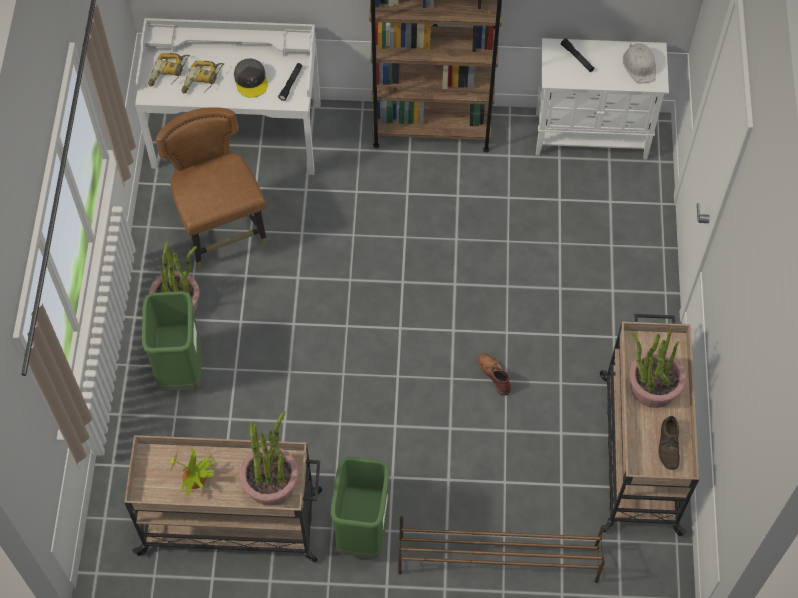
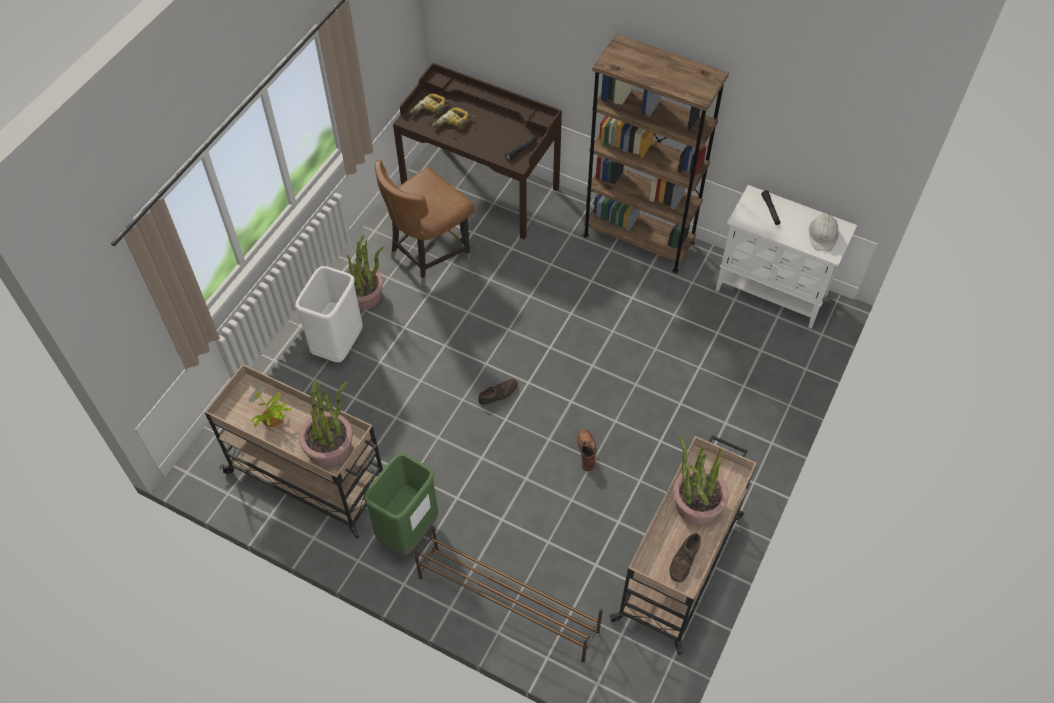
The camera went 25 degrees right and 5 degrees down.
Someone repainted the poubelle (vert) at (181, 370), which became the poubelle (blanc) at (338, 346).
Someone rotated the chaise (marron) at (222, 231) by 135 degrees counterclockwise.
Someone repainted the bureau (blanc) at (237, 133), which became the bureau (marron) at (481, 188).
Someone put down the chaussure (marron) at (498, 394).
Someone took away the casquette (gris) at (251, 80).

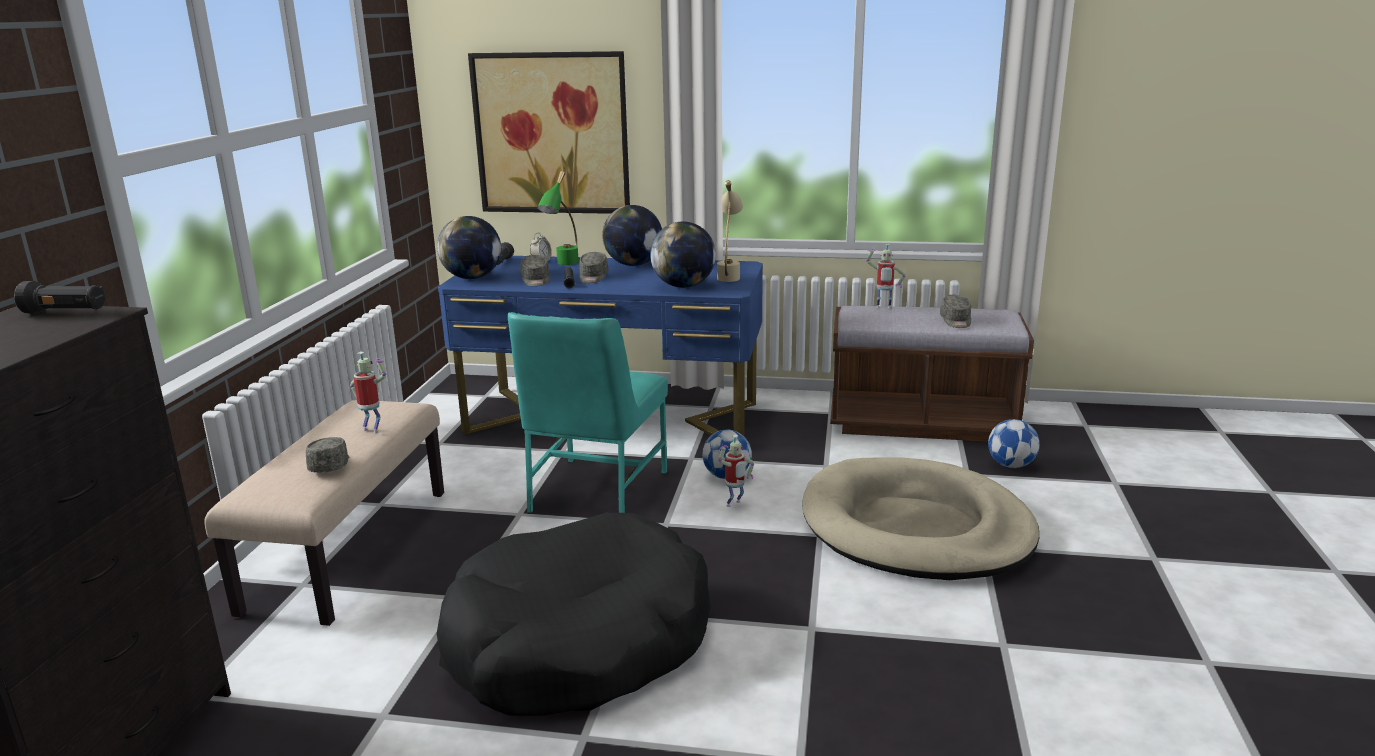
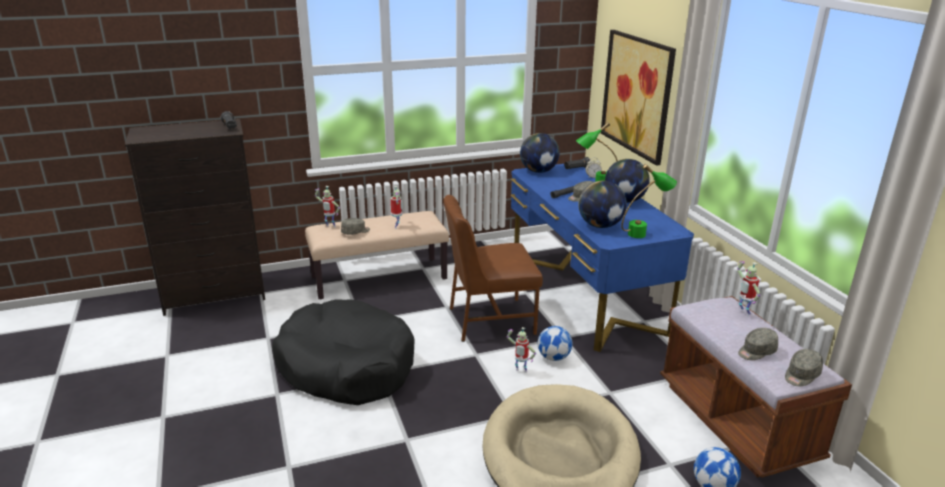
The camera went 60 degrees right and 5 degrees up.
Someone put down the robot jouet at (330, 227).
Someone repainted the chaise (turquoise) at (595, 492), which became the chaise (marron) at (489, 320).
Someone repainted the lampe de table (beige) at (729, 275), which became the lampe de table (vert) at (644, 233).
Someone carried the casquette (gris) from (535, 280) to (801, 375).

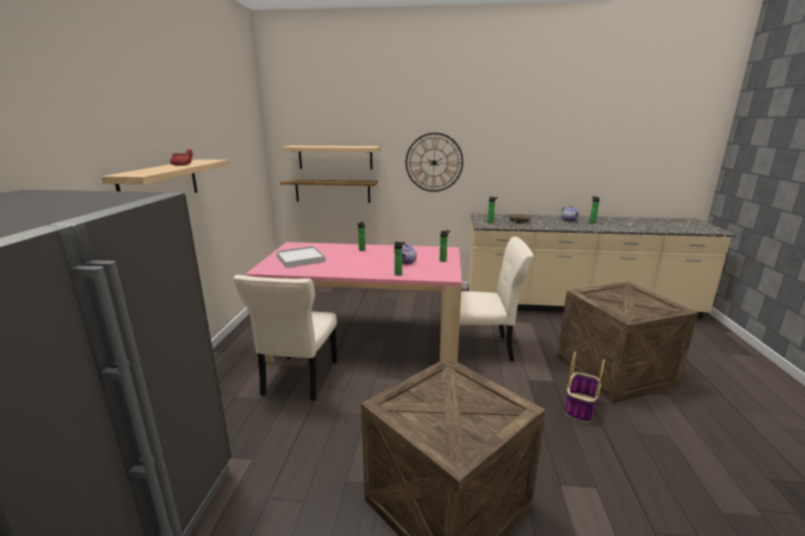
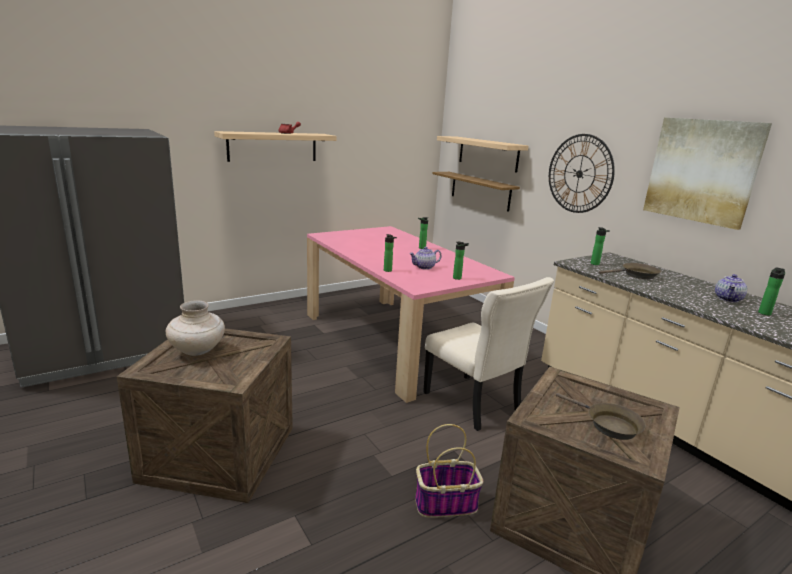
The camera went 50 degrees right and 0 degrees up.
Someone put down the vase (beige) at (197, 351).
Someone put down the poêle (marron) at (608, 425).
Someone put up the tableau at (702, 171).
Someone took away the chaise (beige) at (298, 379).
Someone took away the plateau (blanc) at (300, 259).

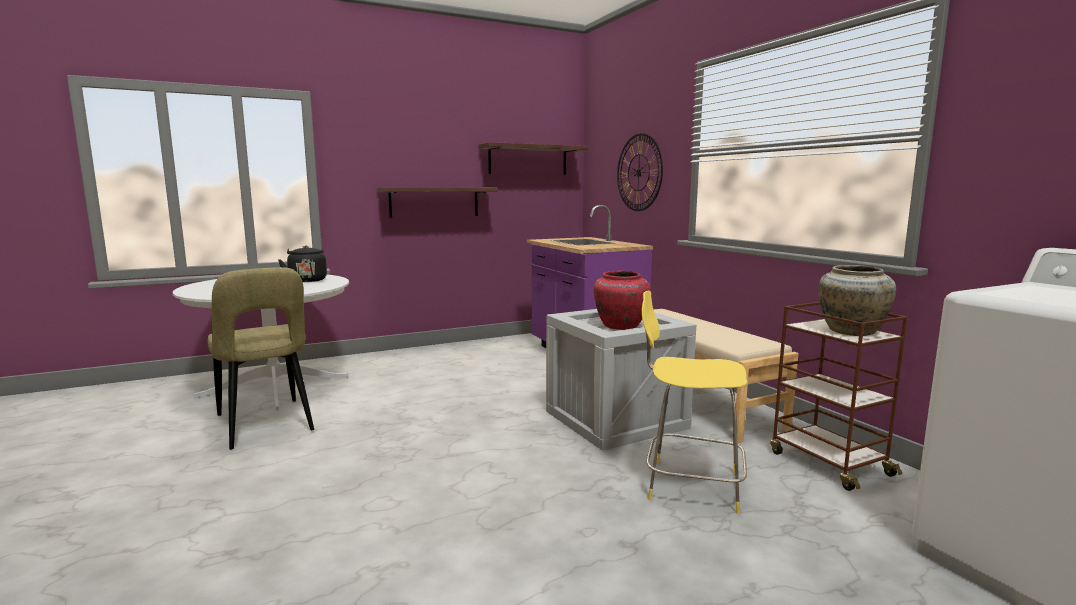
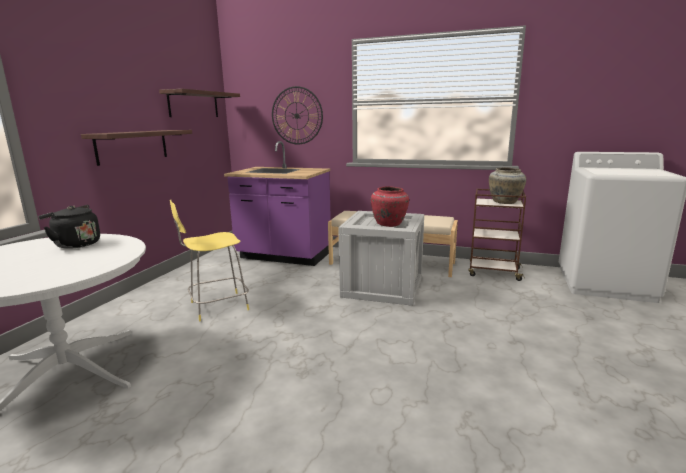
The camera went 45 degrees left and 5 degrees up.
Someone carried the tabouret (jaune) from (689, 484) to (217, 306).
Someone took away the chaise (beige) at (266, 425).

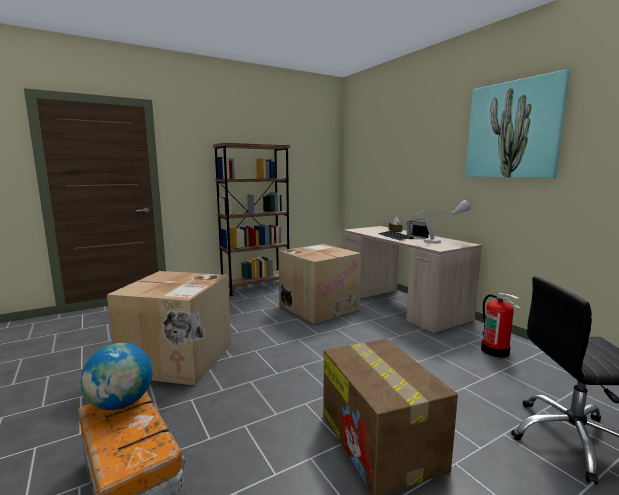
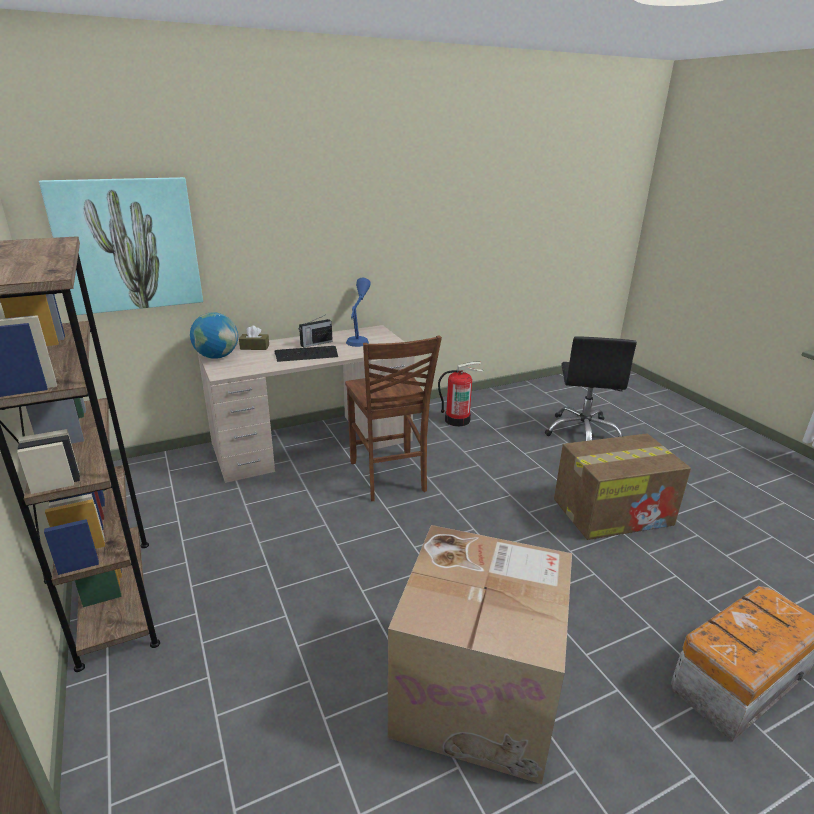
The camera went 85 degrees left and 15 degrees up.
Someone carried the tableau from (513, 130) to (128, 245).
Someone carried the globe from (121, 403) to (217, 356).
Someone put down the chaise (marron) at (389, 477).
Someone repainted the lampe de table (gris) at (441, 242), which became the lampe de table (bleu) at (359, 338).
Someone took away the carton at (319, 307).

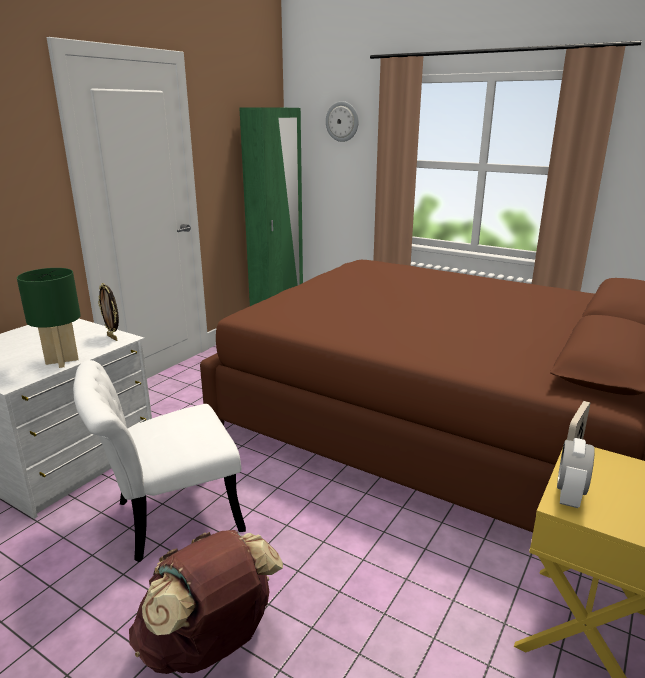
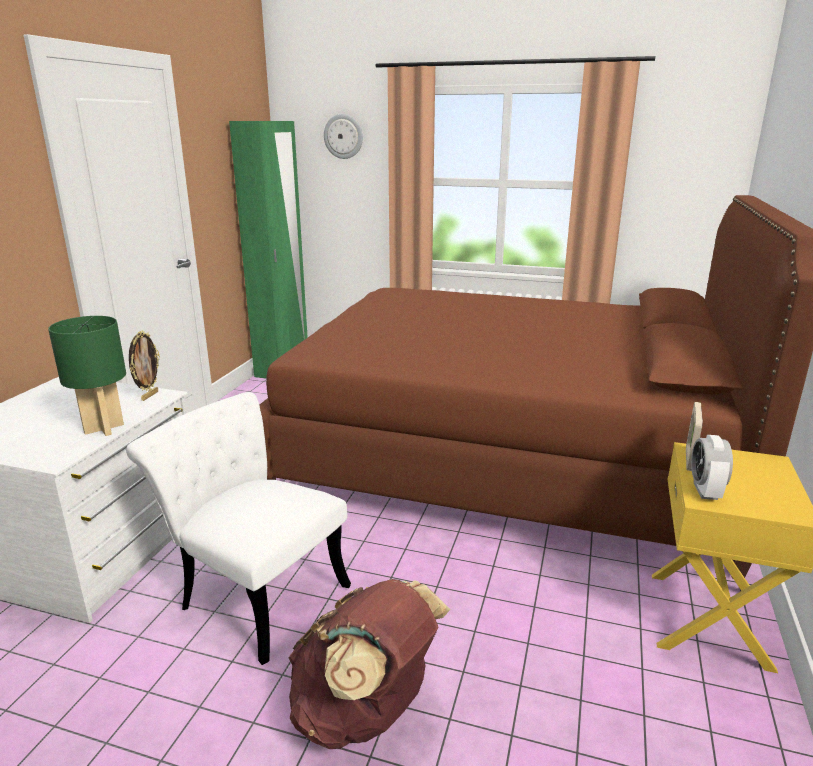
The camera went 15 degrees left and 0 degrees up.
Someone rotated the chaise (blanc) at (167, 518) by 75 degrees clockwise.
Someone rotated the cadre photo at (113, 337) by 105 degrees counterclockwise.

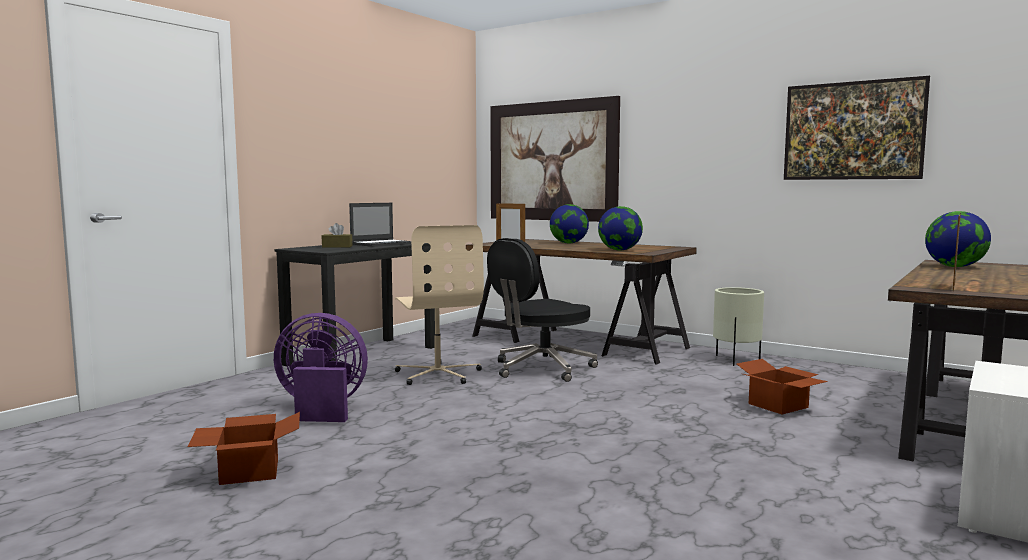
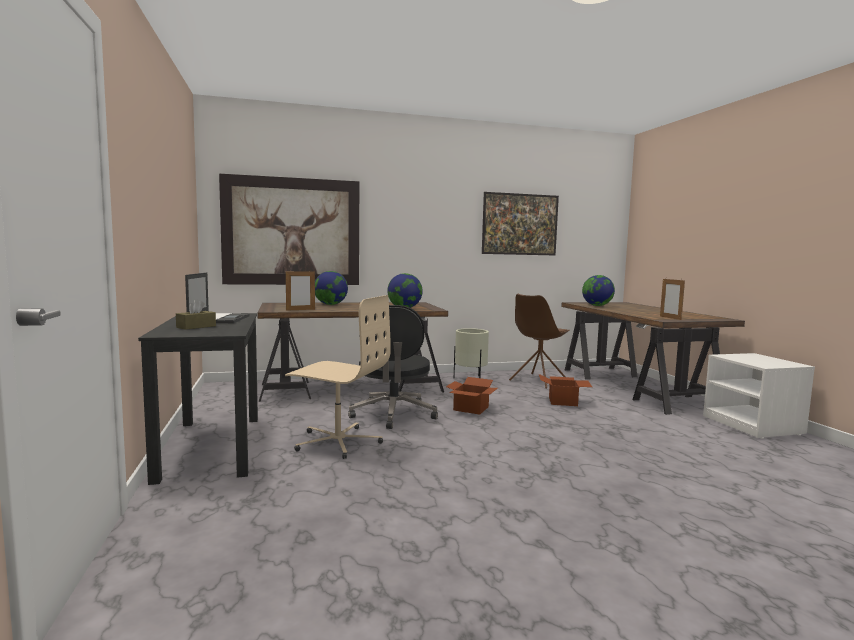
The camera went 50 degrees left and 0 degrees up.
Someone carried the carton from (247, 471) to (470, 409).
Someone put down the chaise (marron) at (538, 381).
Someone took away the ventilateur (violet) at (321, 408).

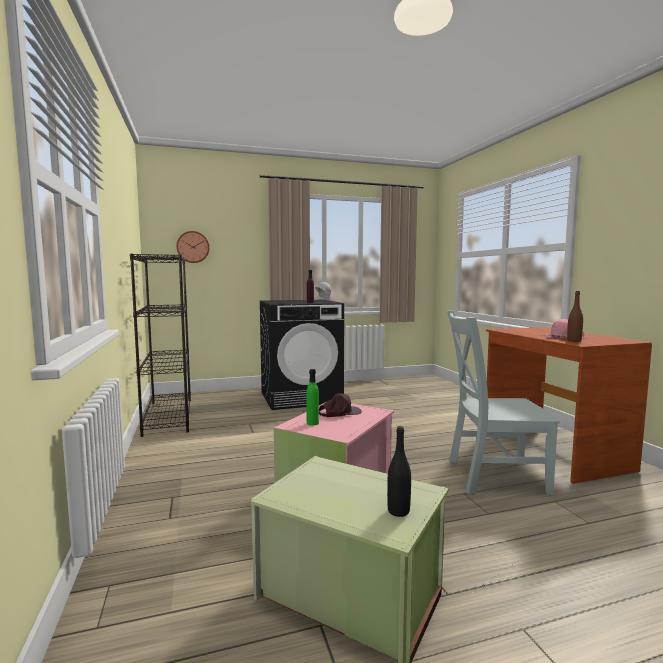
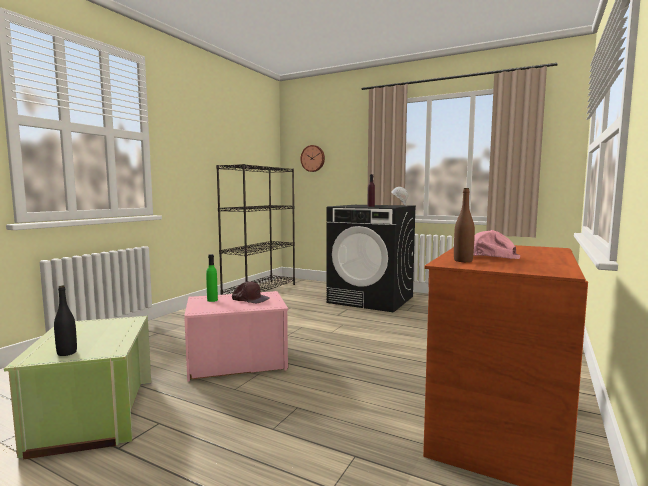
The camera went 45 degrees right and 0 degrees up.
Someone took away the chaise (gris) at (491, 476).

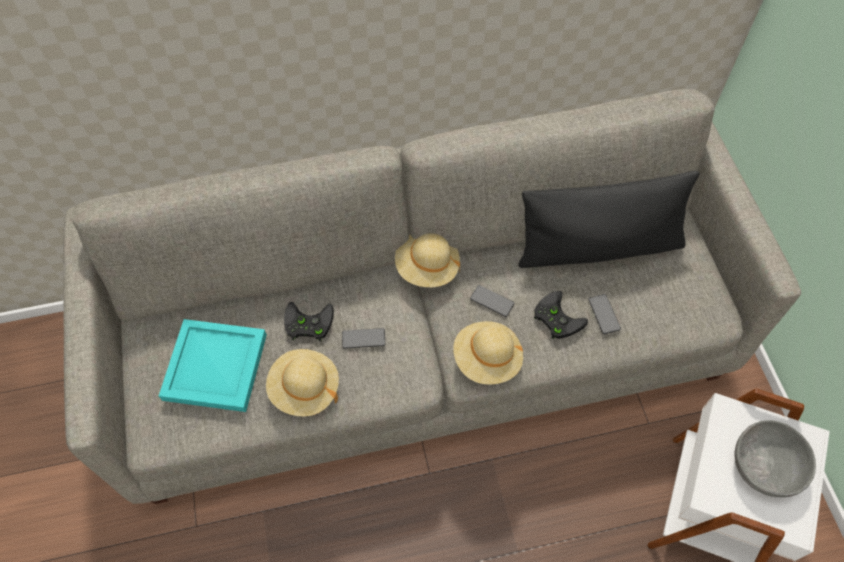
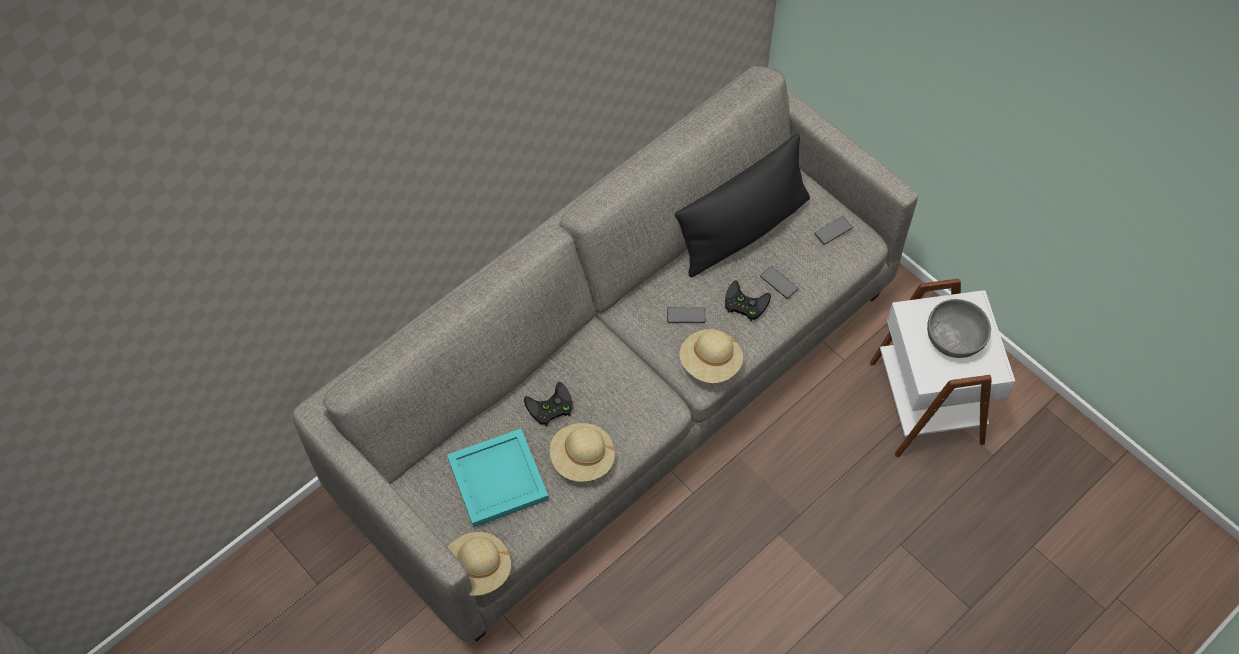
The camera went 30 degrees left and 0 degrees up.
Someone carried the chapeau (beige) from (427, 268) to (478, 569).
Someone carried the téléphone from (363, 338) to (833, 231).

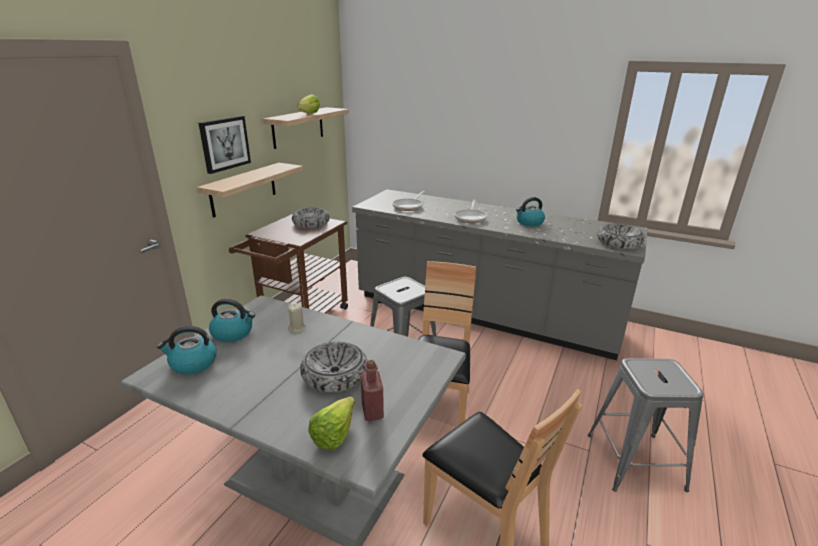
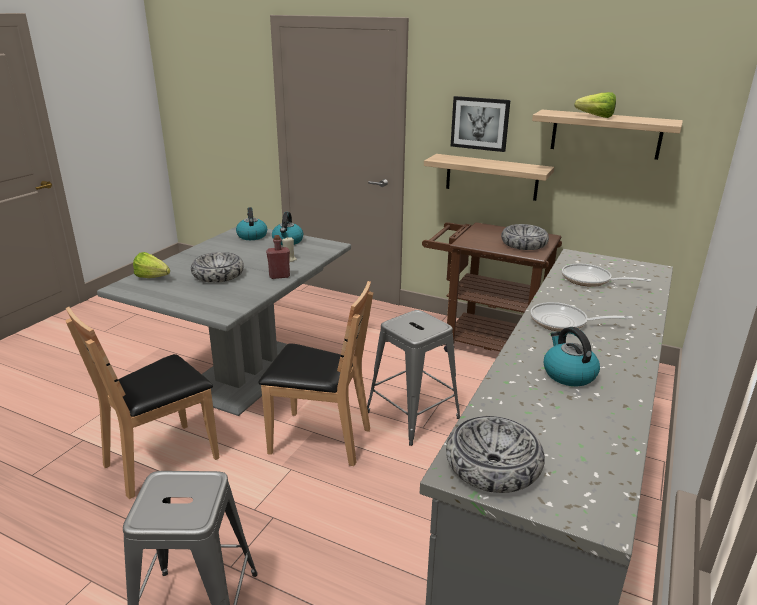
The camera went 90 degrees right and 0 degrees up.
Someone carried the bouteille (rouge) from (372, 411) to (279, 276).

